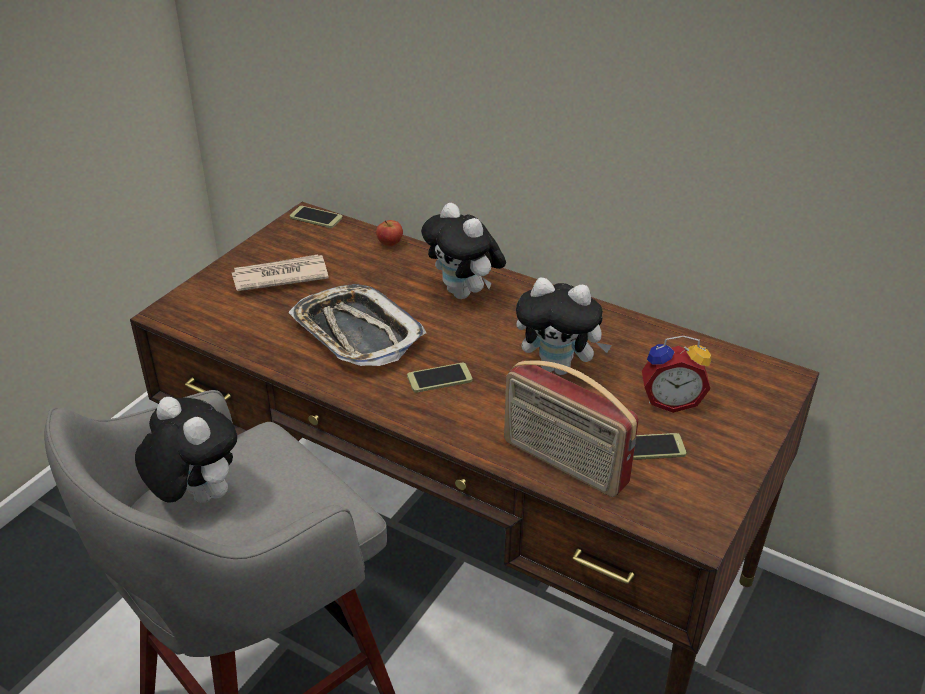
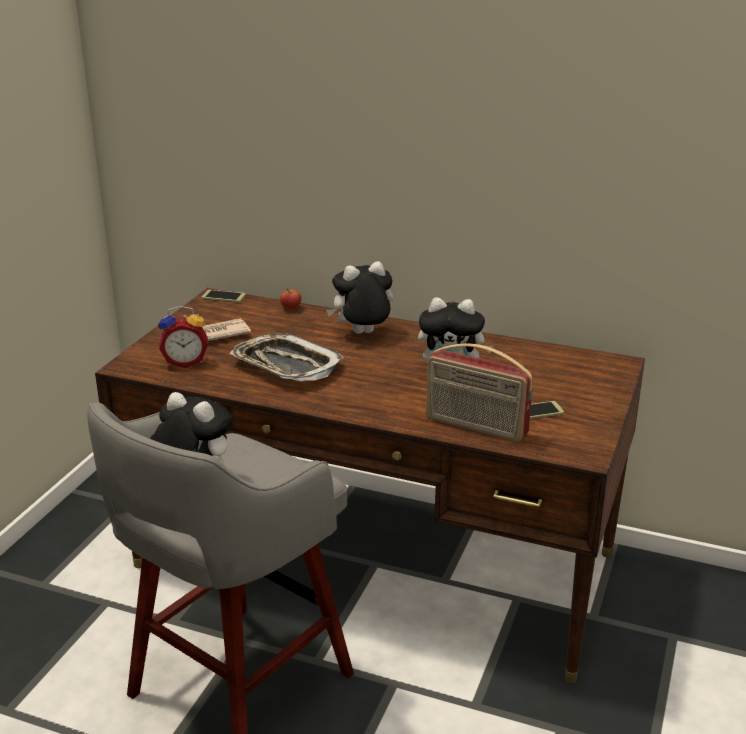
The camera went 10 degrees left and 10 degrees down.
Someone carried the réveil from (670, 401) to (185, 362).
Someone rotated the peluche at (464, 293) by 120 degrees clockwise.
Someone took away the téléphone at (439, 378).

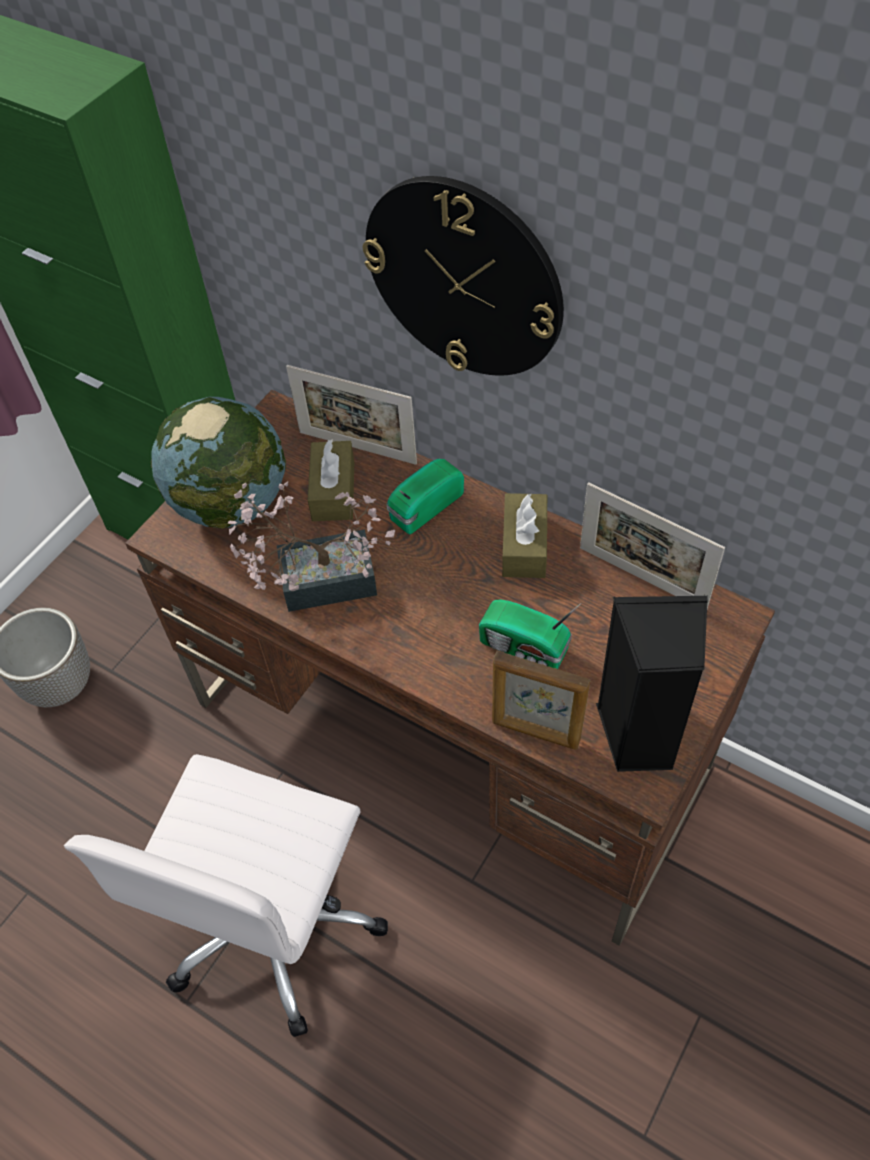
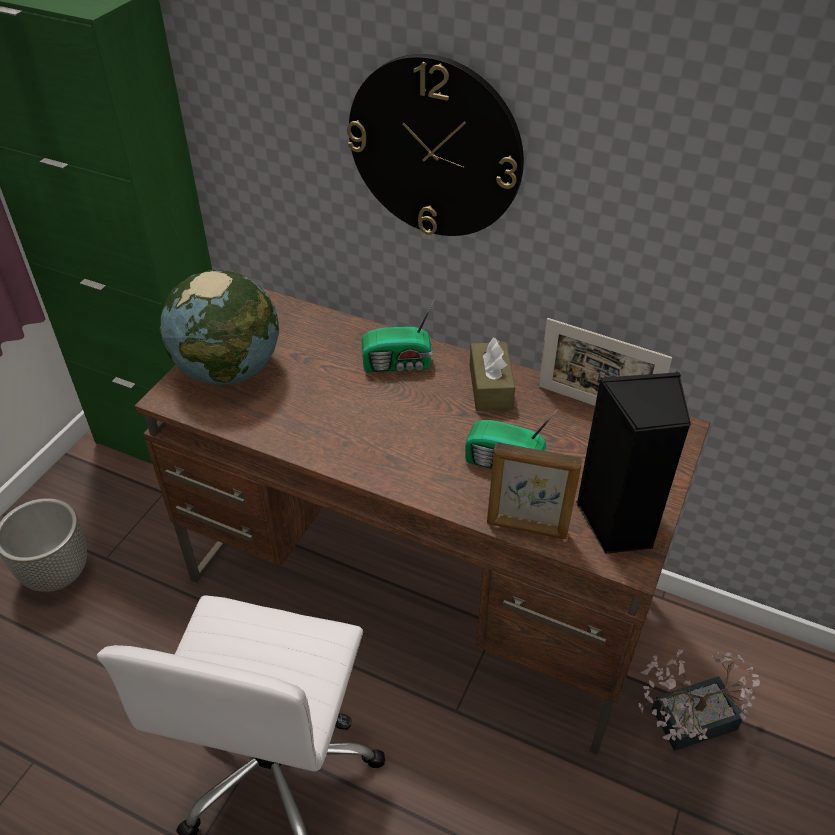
The camera went 10 degrees left and 10 degrees down.
Someone rotated the radio at (423, 507) by 135 degrees counterclockwise.
Someone carried the plante en pot from (316, 581) to (684, 721).
Someone took away the cadre photo at (357, 448).
Someone took away the boîte à mouchoirs (marron) at (333, 491).

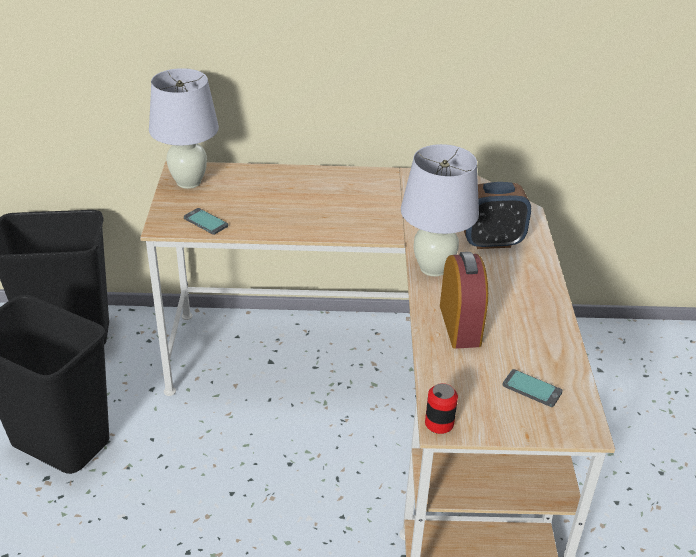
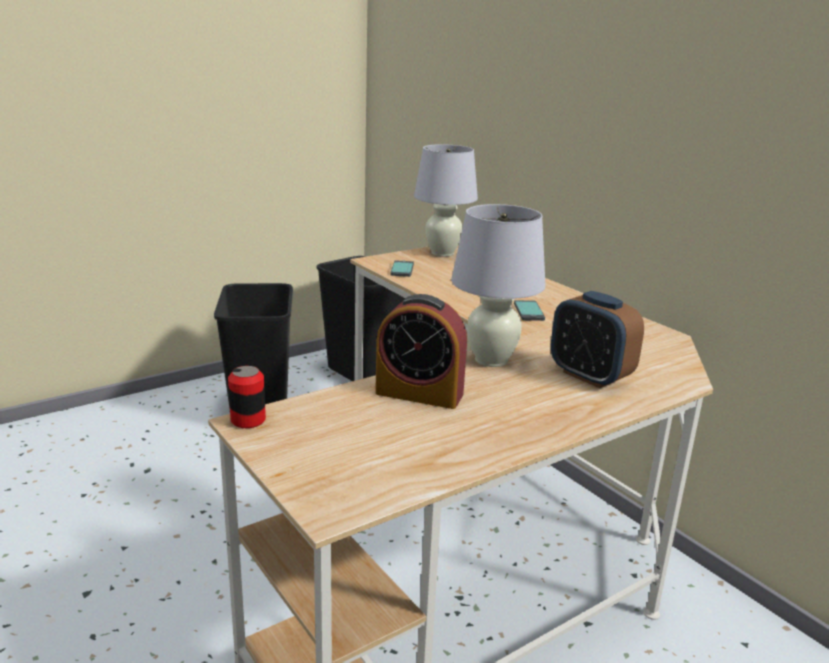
The camera went 55 degrees right and 15 degrees down.
Someone rotated the réveil at (460, 325) by 60 degrees clockwise.
Someone carried the téléphone from (532, 389) to (529, 311).

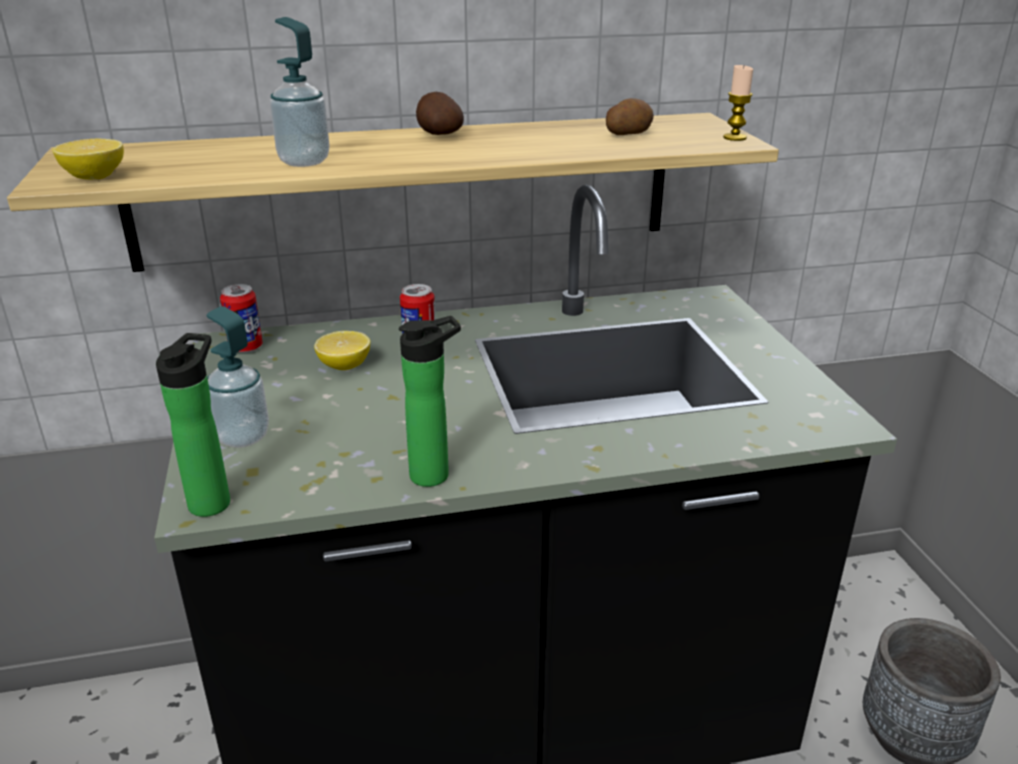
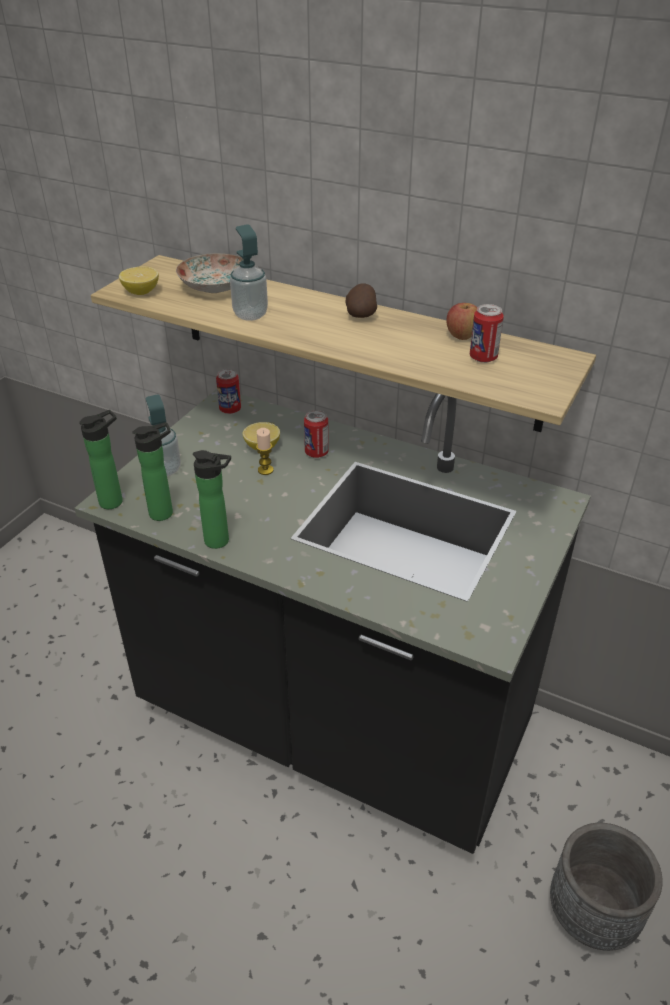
The camera went 40 degrees right and 10 degrees up.
Someone put down the bouteille at (165, 512).
Someone put down the assiette at (216, 286).
Someone carried the bougie from (734, 137) to (265, 470).
Someone put down the pomme at (461, 336).
Someone swapped the pomme de terre at (627, 133) for the boîte métallique at (483, 358).

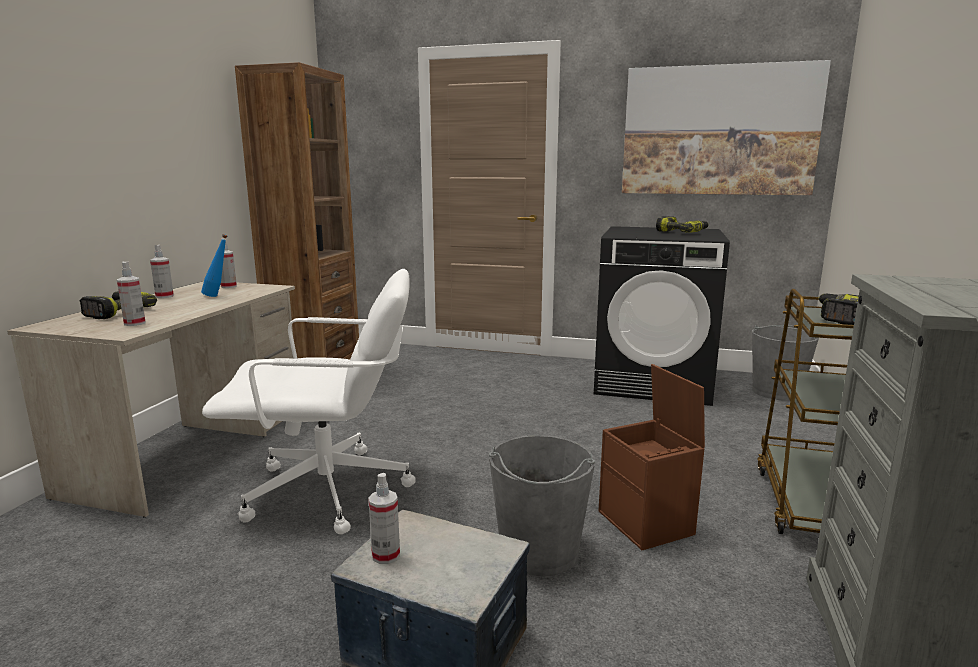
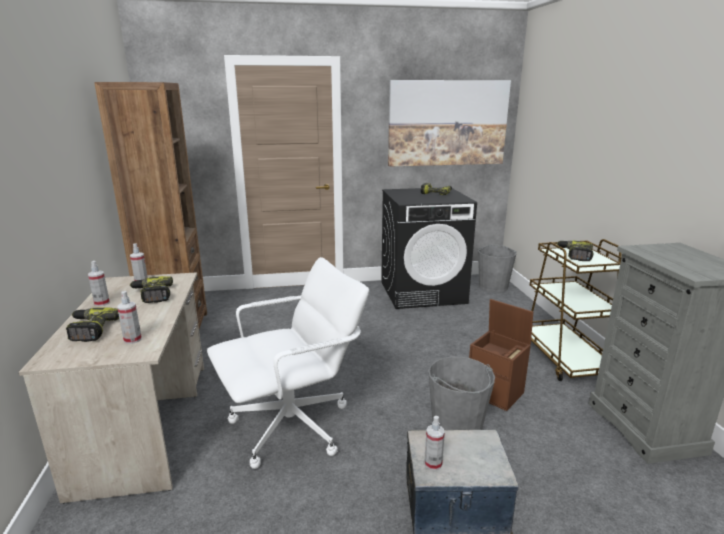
The camera went 25 degrees left and 5 degrees up.
Someone swapped the bouteille (bleu) at (218, 296) for the perceuse at (152, 295).

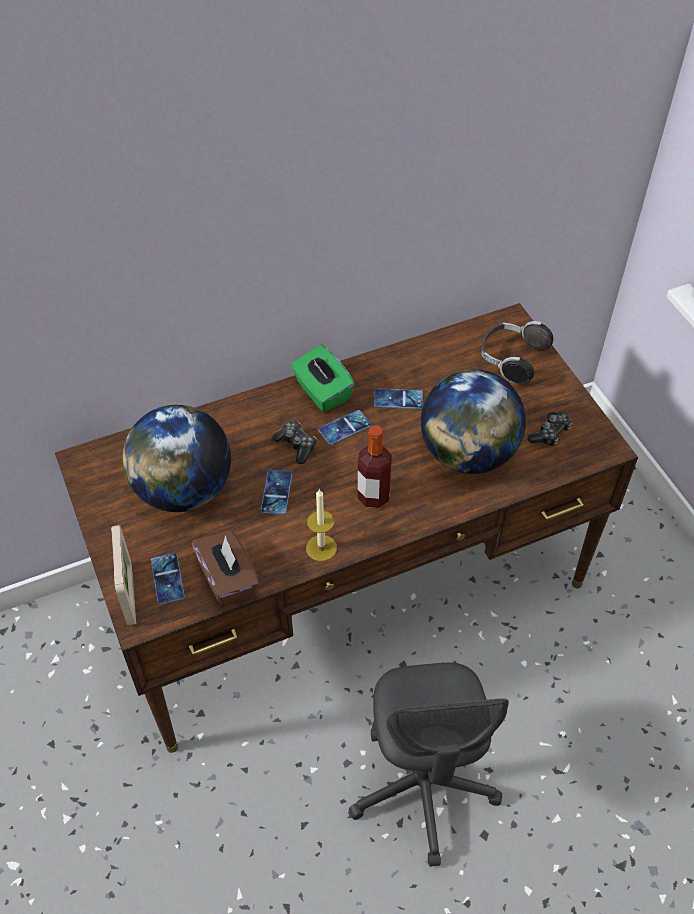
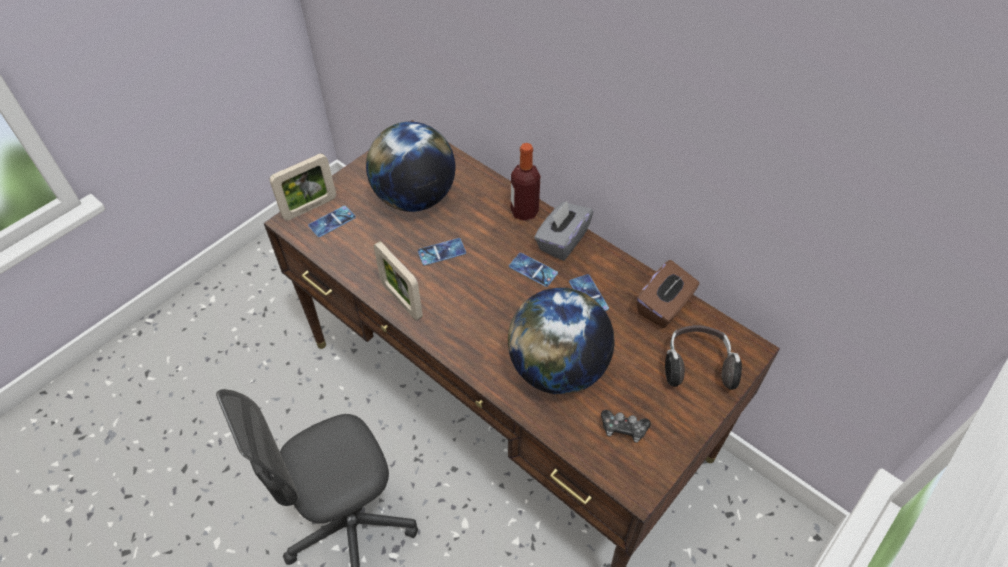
The camera went 65 degrees right and 0 degrees up.
Someone swapped the bougie at (321, 548) for the cadre photo at (401, 300).
Someone carried the bouteille from (373, 496) to (524, 212).
Someone repainted the boîte à mouchoirs (vert) at (322, 392), which became the boîte à mouchoirs (gris) at (562, 241).
Someone carried the boîte à mouchoirs (marron) from (228, 579) to (664, 307).
Someone took away the manette at (296, 445).

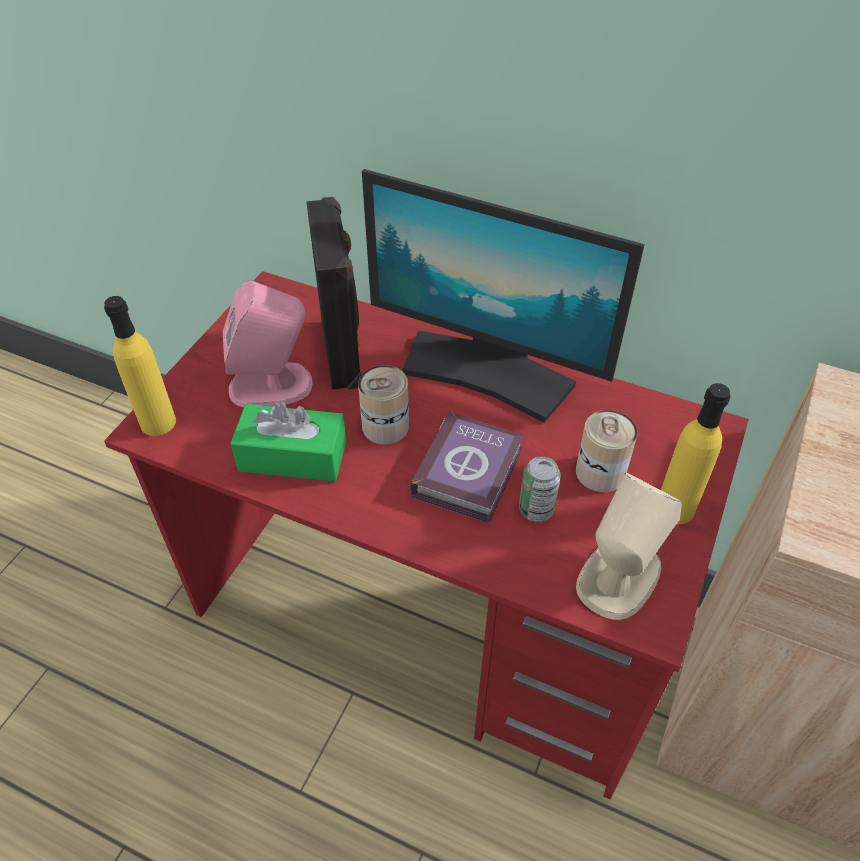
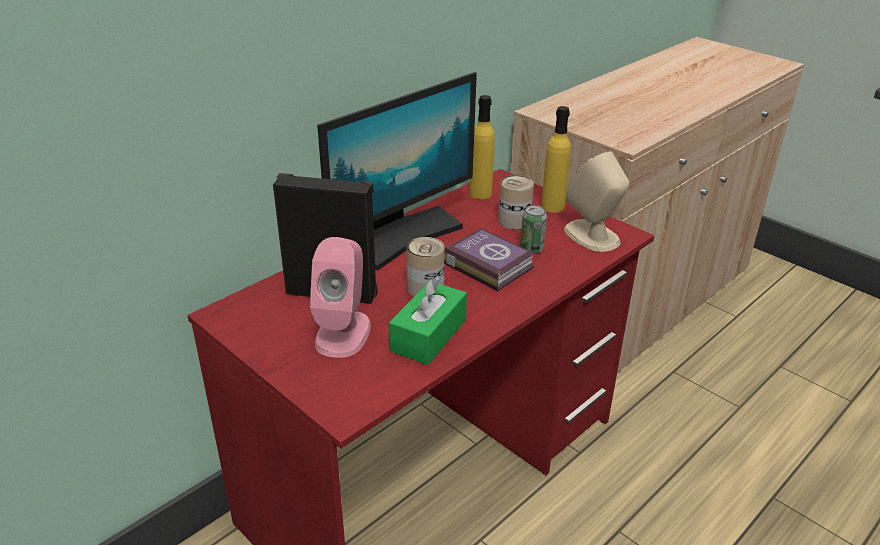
The camera went 70 degrees left and 15 degrees down.
Someone carried the bouteille (jaune) from (158, 422) to (480, 194).

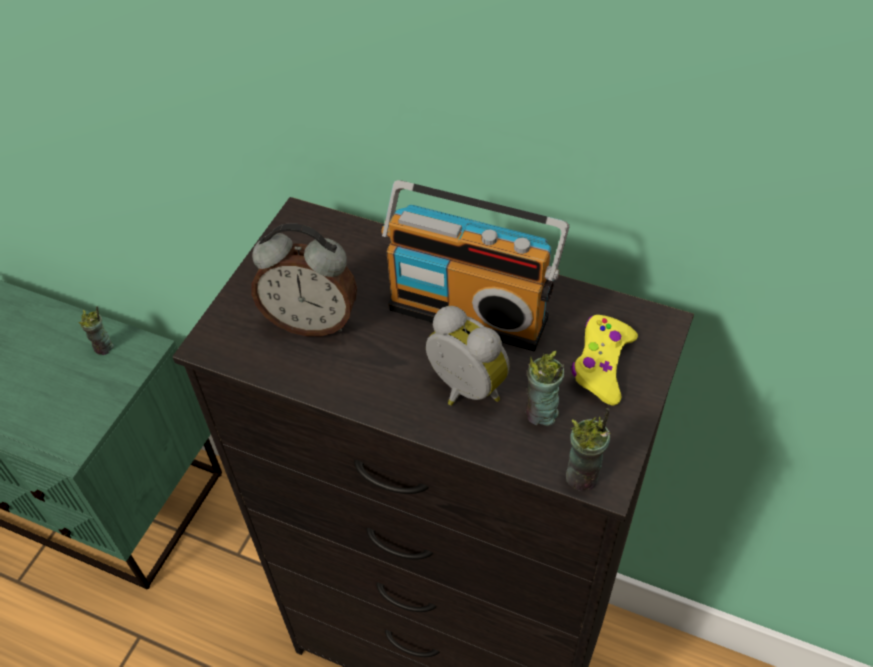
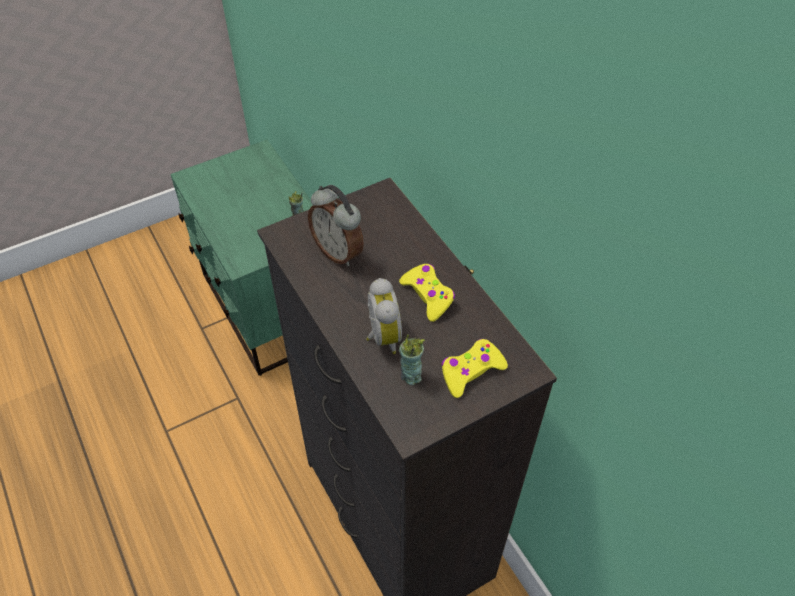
The camera went 35 degrees right and 0 degrees up.
Someone swapped the radio at (471, 308) for the manette (jaune) at (428, 295).
Someone took away the tasse at (583, 477).

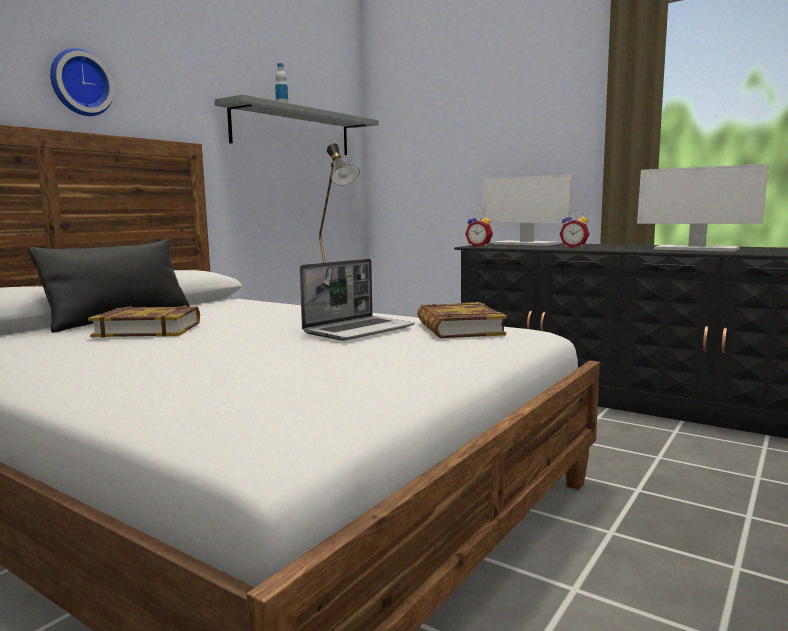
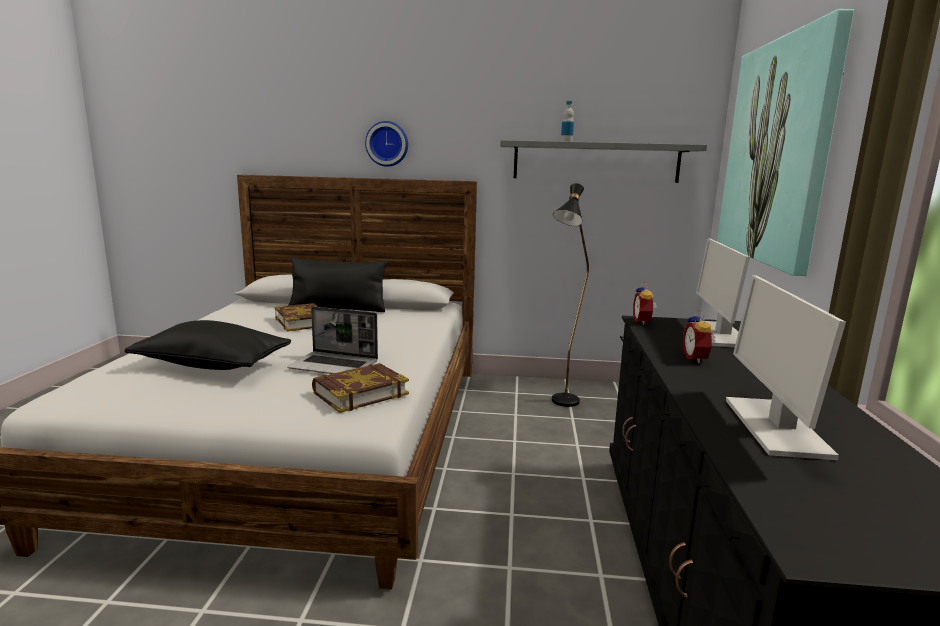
The camera went 60 degrees right and 5 degrees up.
Someone put down the coussin (noir) at (212, 365).
Someone put up the tableau at (778, 152).

